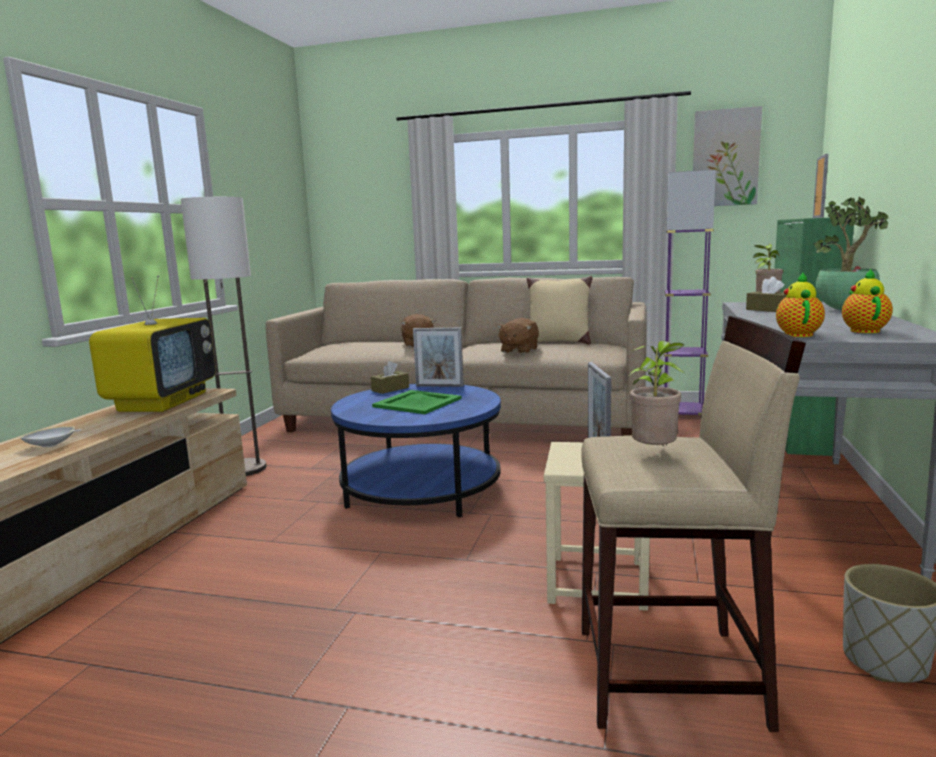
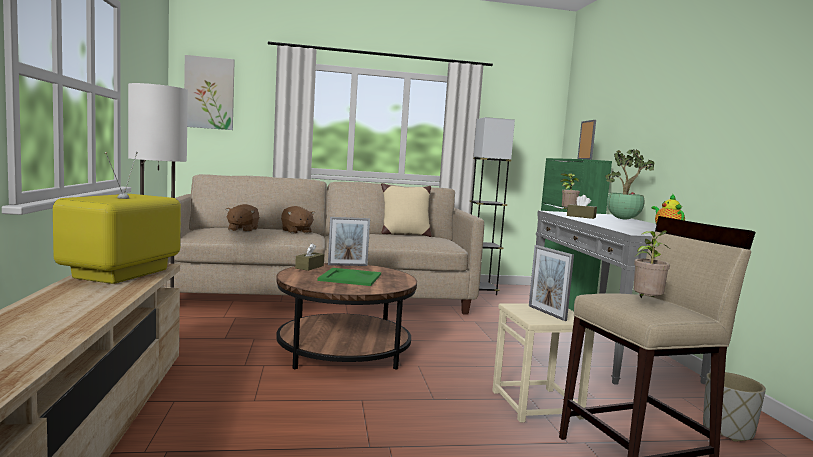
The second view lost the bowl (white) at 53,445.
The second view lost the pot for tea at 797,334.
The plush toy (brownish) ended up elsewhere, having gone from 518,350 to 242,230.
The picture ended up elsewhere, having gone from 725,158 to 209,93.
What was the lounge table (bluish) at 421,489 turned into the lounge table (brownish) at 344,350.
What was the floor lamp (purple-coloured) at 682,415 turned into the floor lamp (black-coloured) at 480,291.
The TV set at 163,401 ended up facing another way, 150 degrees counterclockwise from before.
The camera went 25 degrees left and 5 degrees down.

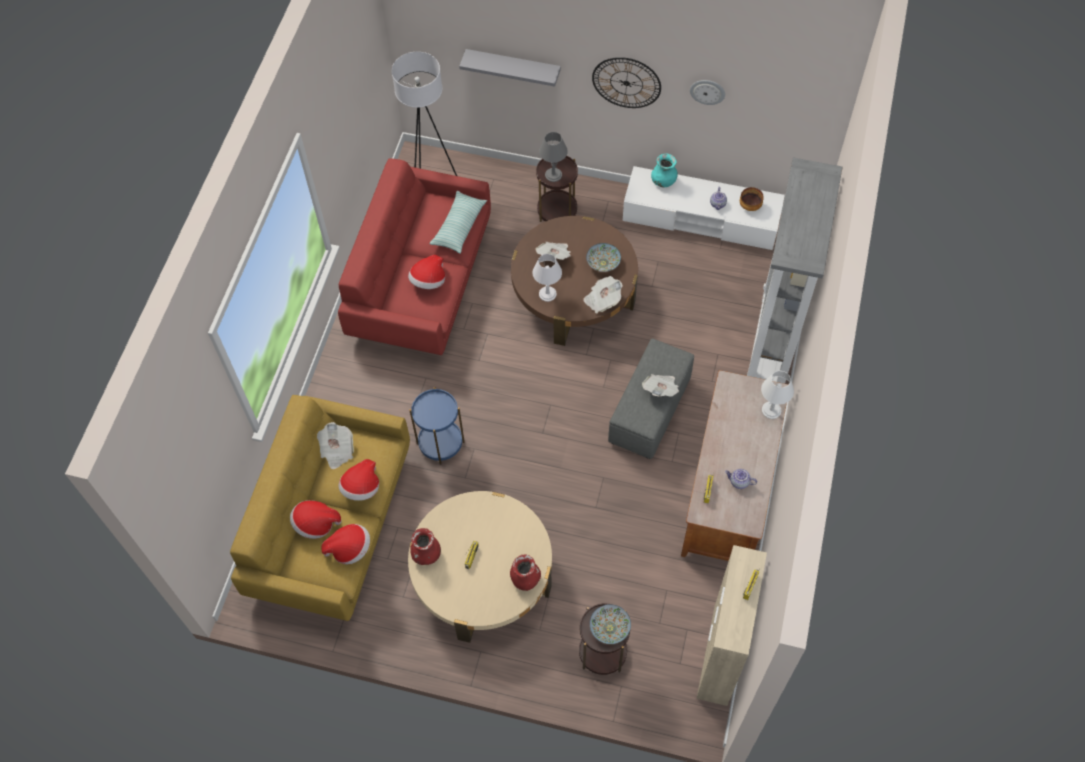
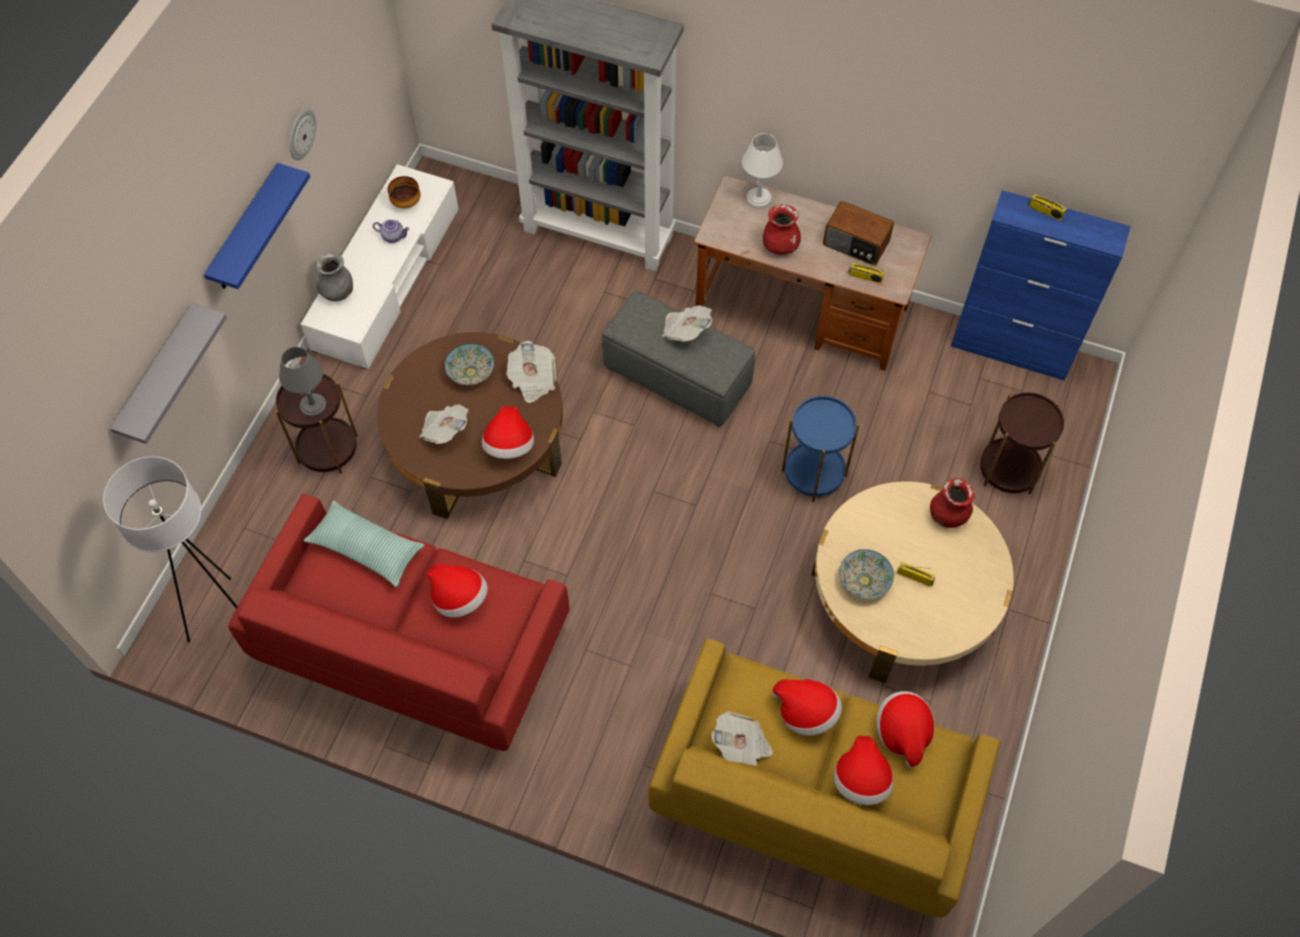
The end table (bluish) ended up elsewhere, having gone from 440,442 to 814,473.
The vase (red) ended up elsewhere, having gone from 426,554 to 780,246.
The bowl ended up elsewhere, having gone from 610,628 to 864,580.
Where the table lamp (white) stood at 547,294, the wearable hat came to stand at 509,445.
Where the hanging clock hung at 626,83, the wall shelf (bluish) came to hang at 246,230.
Where the pot for tea stood at 739,482, the radio set came to stand at 856,244.
What was the vase (turquoise-coloured) at 663,181 turned into the vase (gray) at 338,292.
What was the cupboard (beige) at 720,655 turned into the cupboard (bluish) at 1012,349.
The camera went 85 degrees left and 0 degrees up.

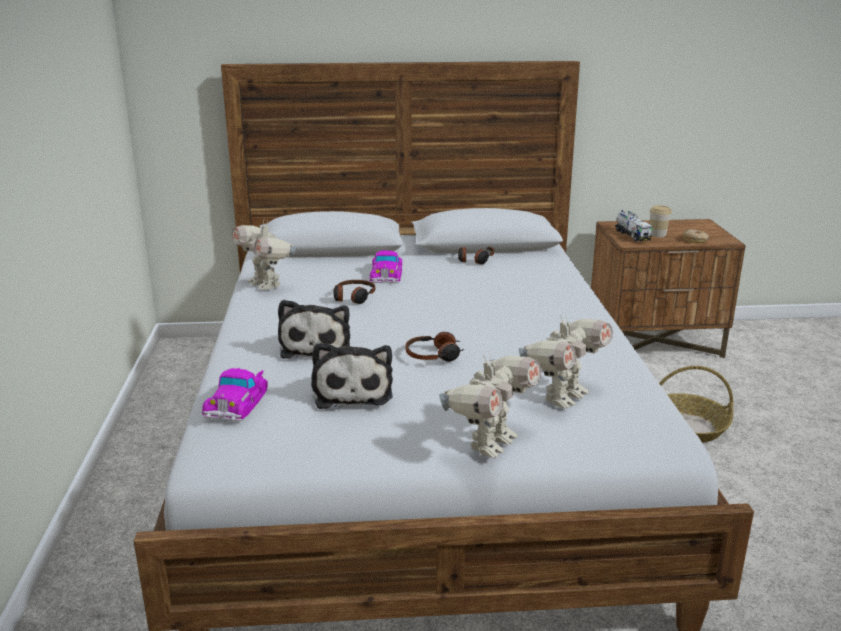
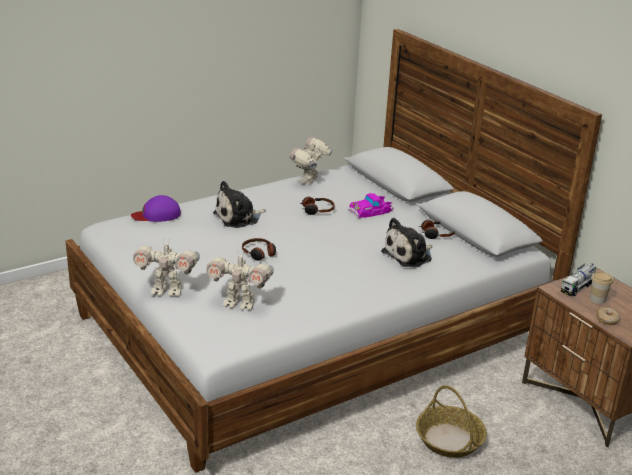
The plush toy ended up elsewhere, having gone from 352,391 to 409,255.
Where the toy car stood at 237,401, the peaked cap (purple-coloured) came to stand at 157,215.
The camera went 60 degrees right and 5 degrees up.

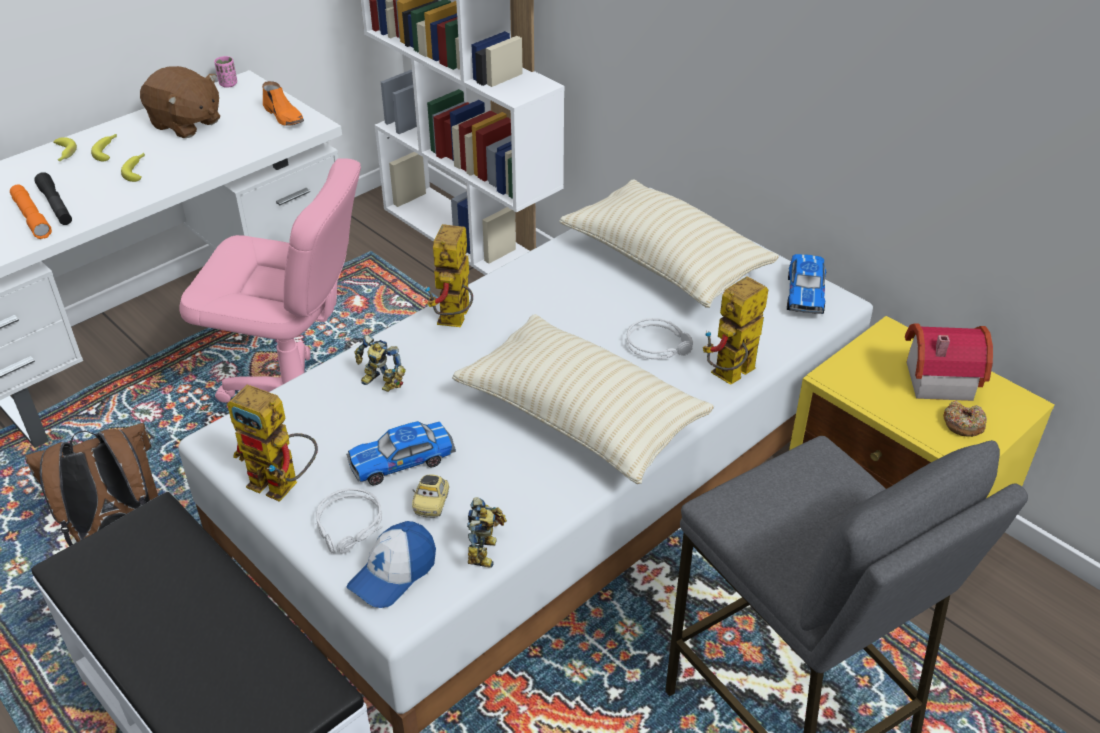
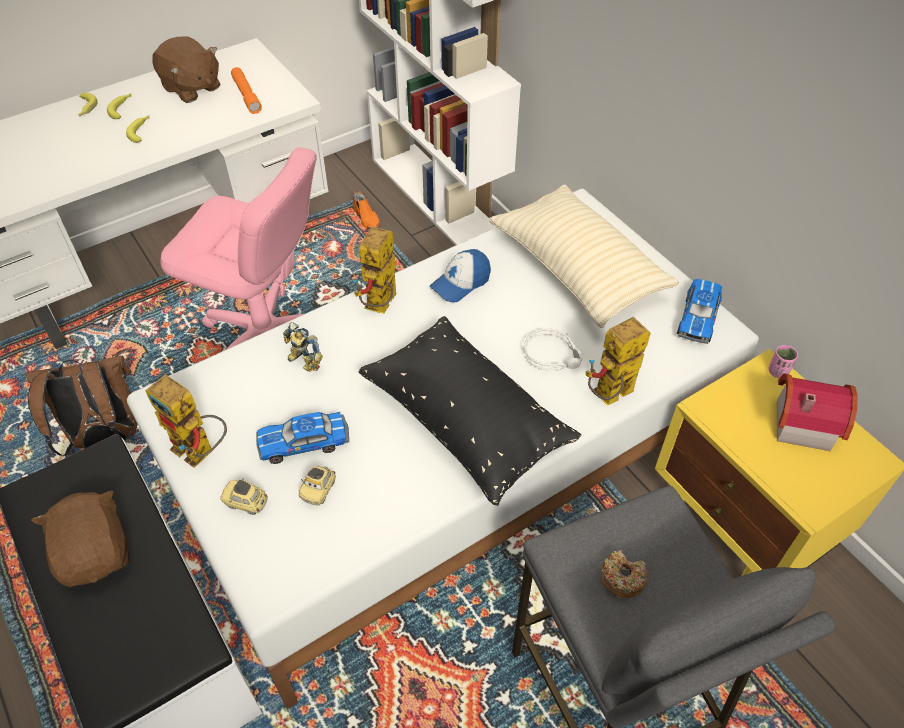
The second view lost the torch (black-coloured) at 56,206.
The second view lost the robot figure at 486,551.
The second view gained the plush toy (brownish) at 96,553.
The torch (orangey) ended up elsewhere, having gone from 32,218 to 246,95.
The drinking cup (pinkish) ended up elsewhere, having gone from 228,84 to 778,371.
The item of footwear (orangey) ended up elsewhere, having gone from 284,116 to 367,218.
The peaked cap ended up elsewhere, having gone from 393,573 to 460,283.
The donut ended up elsewhere, having gone from 963,424 to 622,578.
Where the pair of headphones (gray) stood at 350,527, the toy car came to stand at 246,502.
What was the cushion (beige) at 580,418 turned into the cushion (black-coloured) at 466,421.
The camera went 10 degrees right and 10 degrees up.

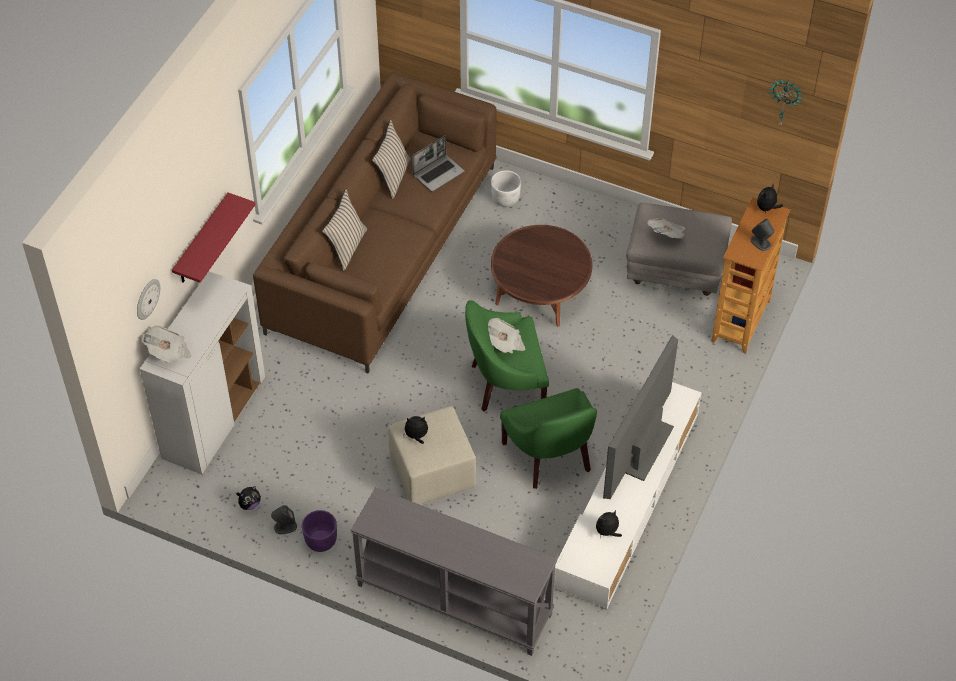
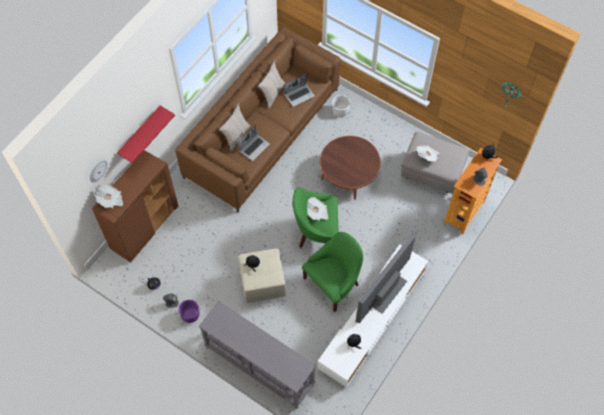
The second view gained the laptop at 254,147.
What was the cupboard (white) at 214,418 turned into the cupboard (brownish) at 144,227.
The armchair (green-coloured) at 551,456 ended up facing another way, 120 degrees counterclockwise from before.
The camera went 10 degrees right and 10 degrees up.

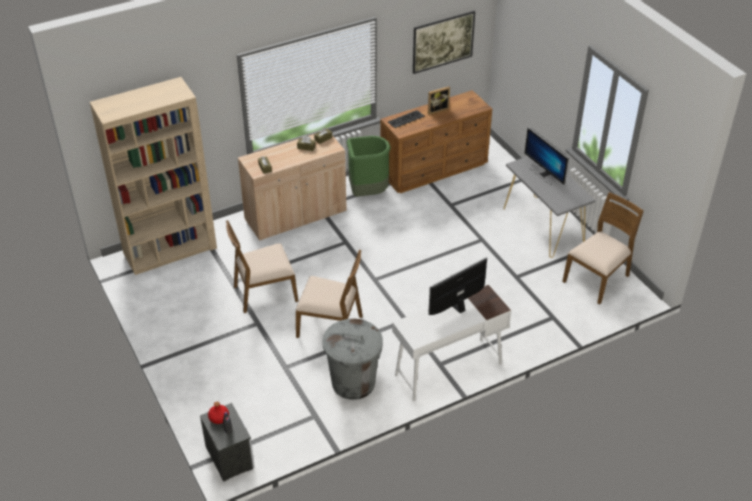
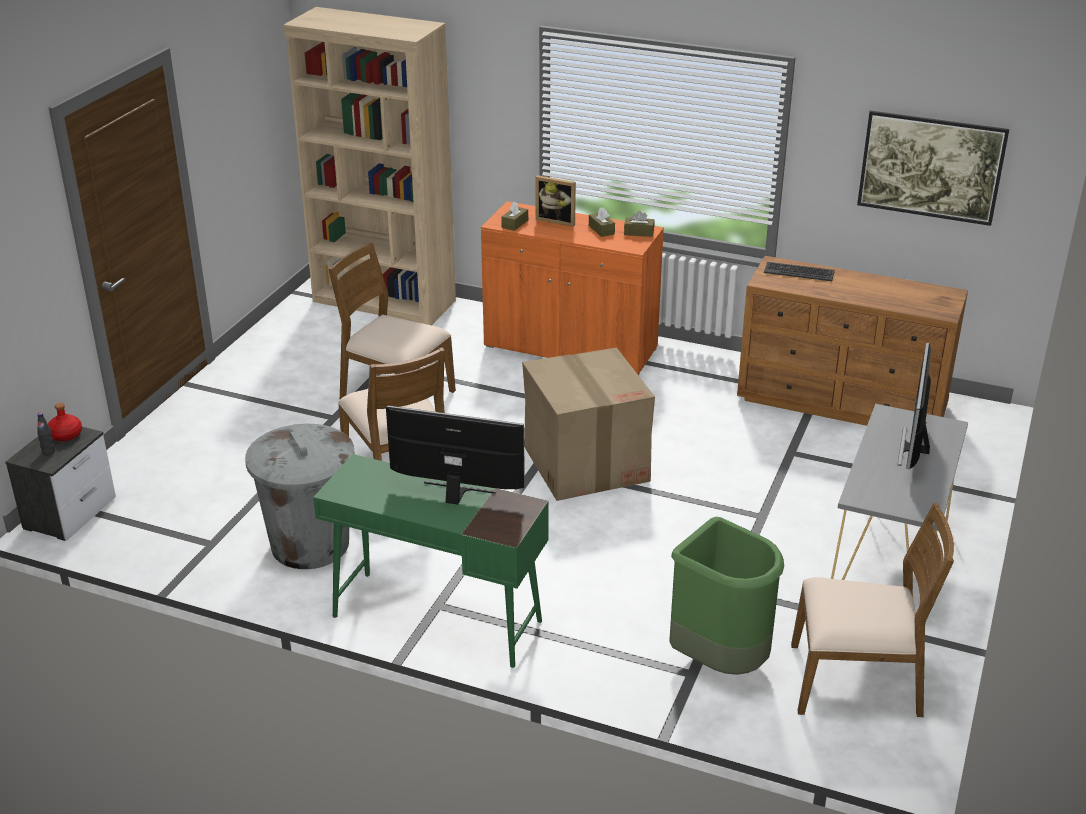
The second view gained the carton at 585,463.
The waste bin (green-coloured) ended up elsewhere, having gone from 367,192 to 720,660.
The standing frame ended up elsewhere, having gone from 437,109 to 557,220.
What was the cupboard (beige) at 296,216 turned into the cupboard (orangey) at 570,348.
What was the desk unit (white) at 448,369 turned into the desk unit (green-coloured) at 436,618.
The camera went 50 degrees right and 10 degrees down.

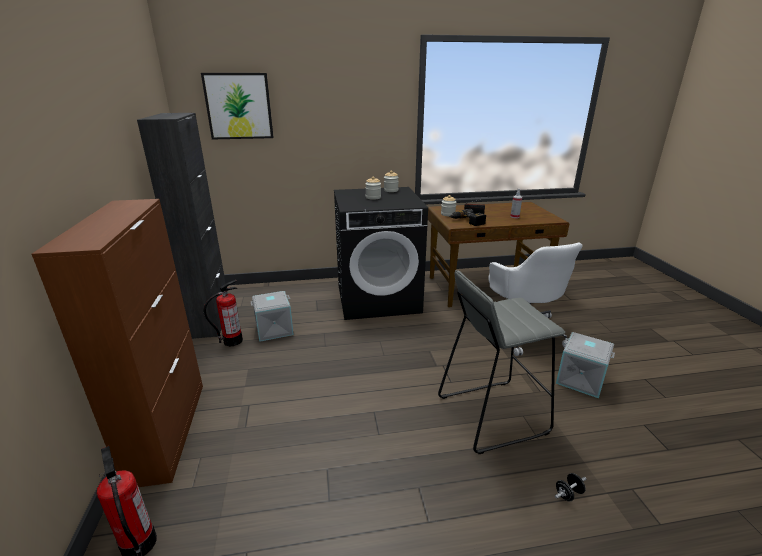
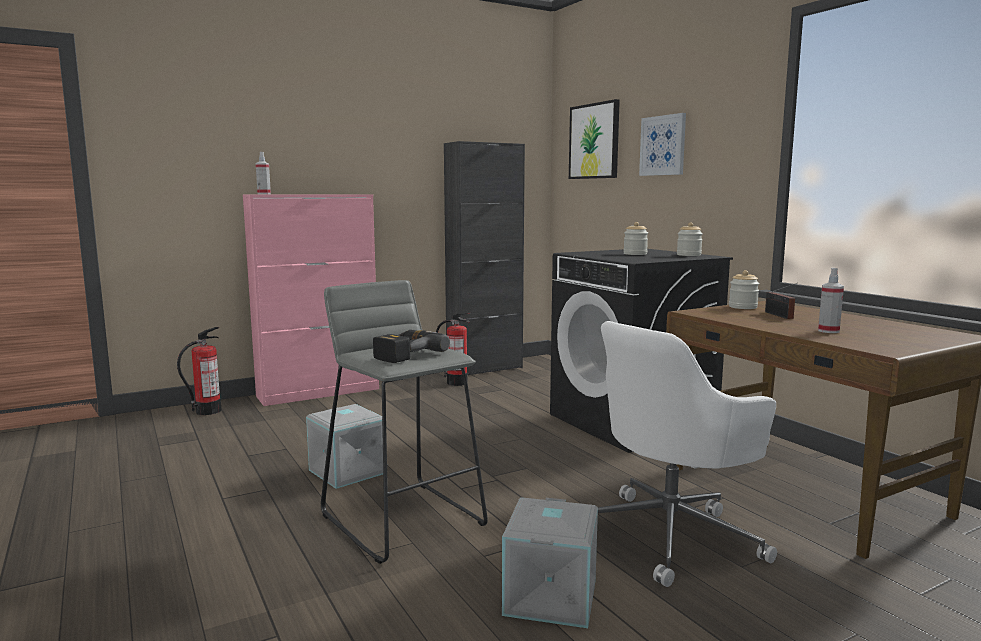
The second view lost the dumbbell (black-coloured) at 568,493.
The second view gained the sprayer at 264,194.
The second view gained the picture at 663,145.
The storage bin (gray) ended up elsewhere, having gone from 274,330 to 346,472.
The drill ended up elsewhere, having gone from 467,222 to 404,354.
What was the cupboard (brownish) at 169,430 turned into the cupboard (pinkish) at 319,392.
The camera went 70 degrees right and 15 degrees down.

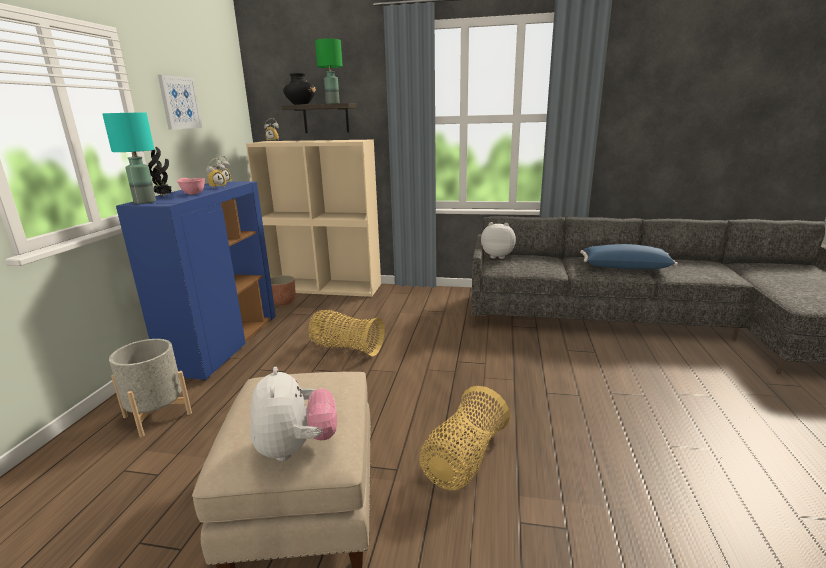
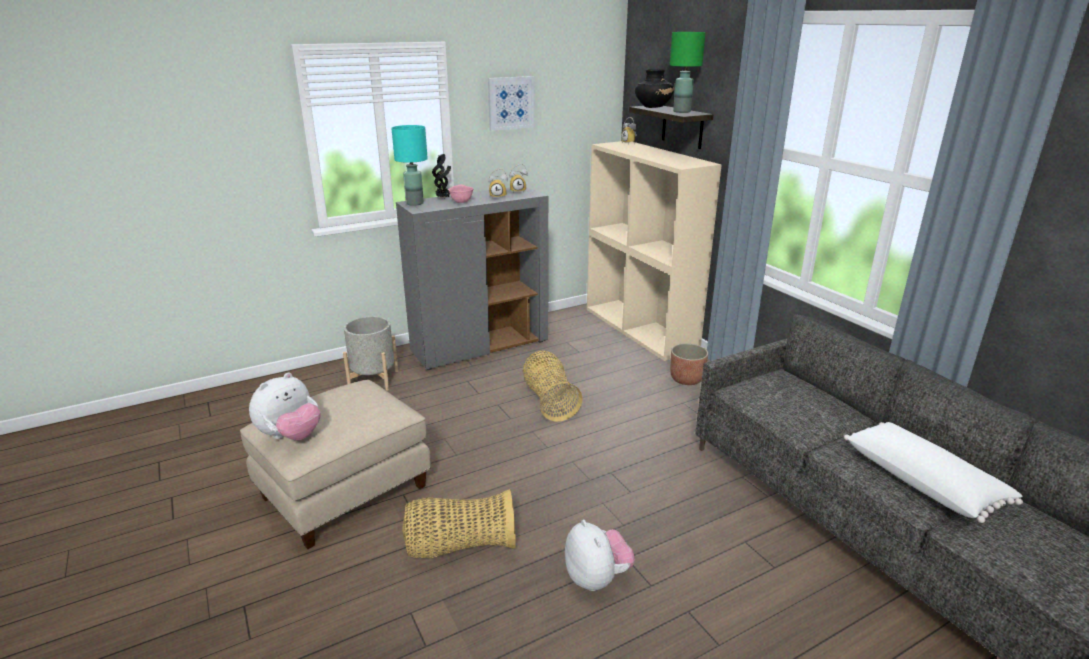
The flower pot ended up elsewhere, having gone from 283,302 to 686,379.
The plush toy ended up elsewhere, having gone from 497,256 to 597,578.
What was the cupboard (bluish) at 224,345 turned into the cupboard (gray) at 480,347.
What was the cushion (bluish) at 625,267 turned into the cushion (white) at 923,481.
The camera went 50 degrees right and 5 degrees up.

